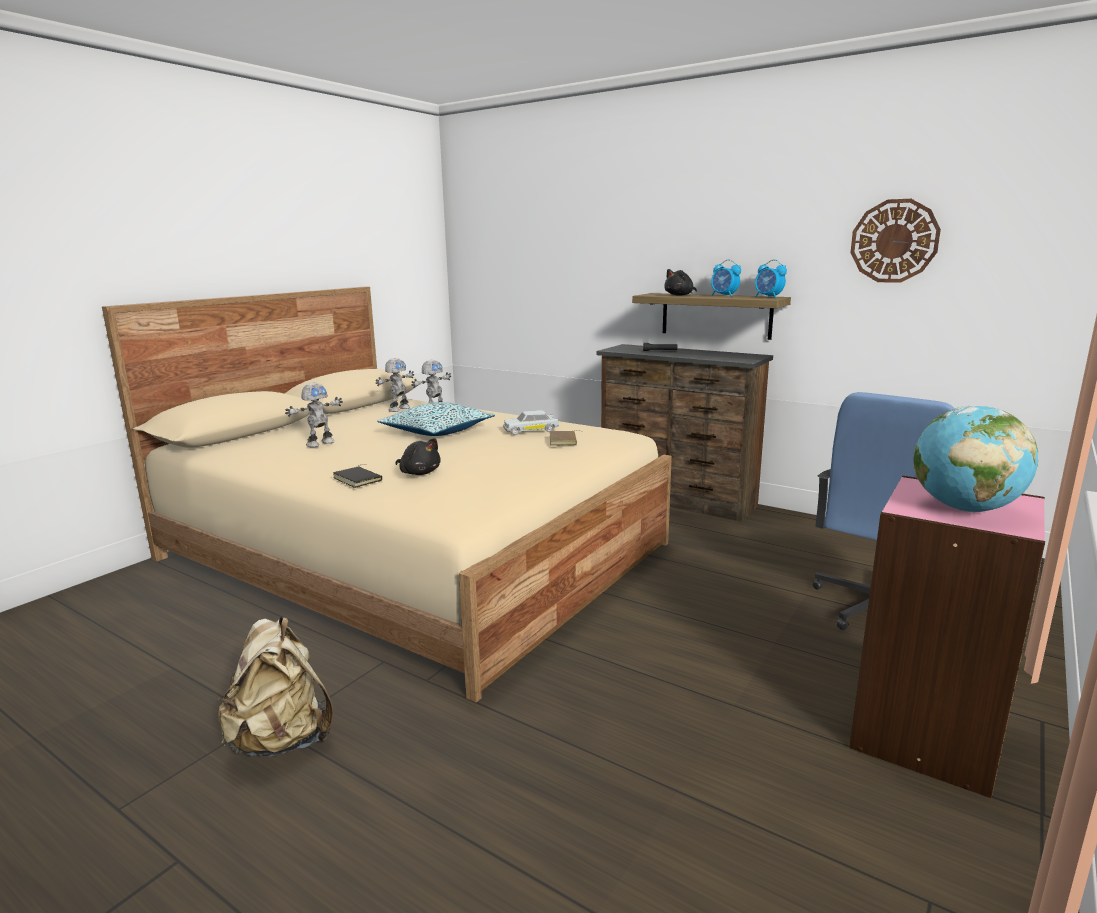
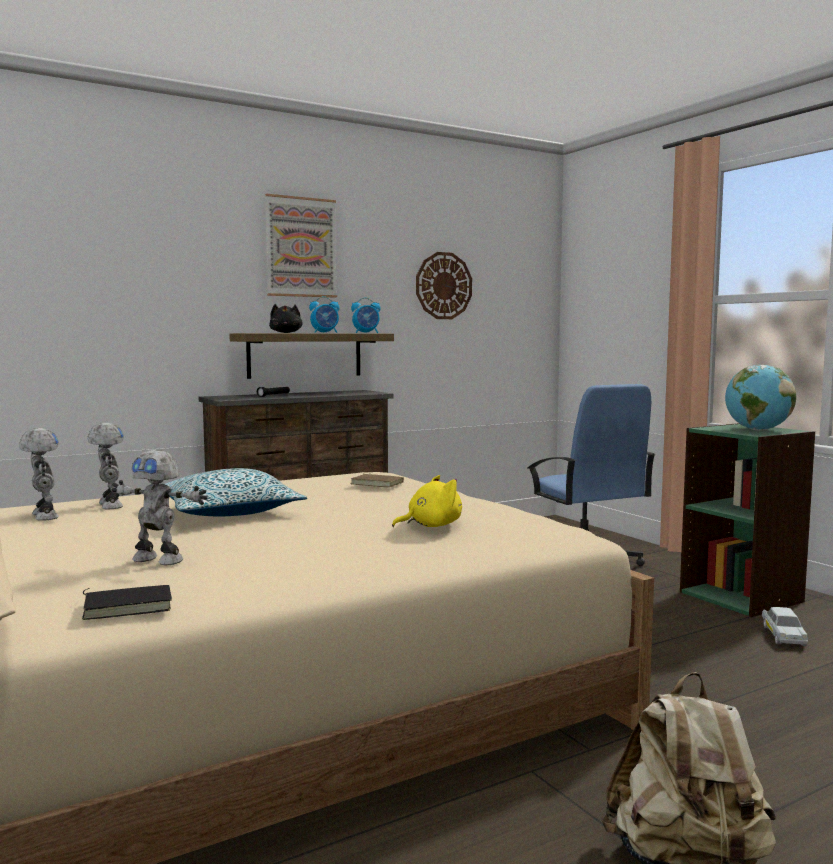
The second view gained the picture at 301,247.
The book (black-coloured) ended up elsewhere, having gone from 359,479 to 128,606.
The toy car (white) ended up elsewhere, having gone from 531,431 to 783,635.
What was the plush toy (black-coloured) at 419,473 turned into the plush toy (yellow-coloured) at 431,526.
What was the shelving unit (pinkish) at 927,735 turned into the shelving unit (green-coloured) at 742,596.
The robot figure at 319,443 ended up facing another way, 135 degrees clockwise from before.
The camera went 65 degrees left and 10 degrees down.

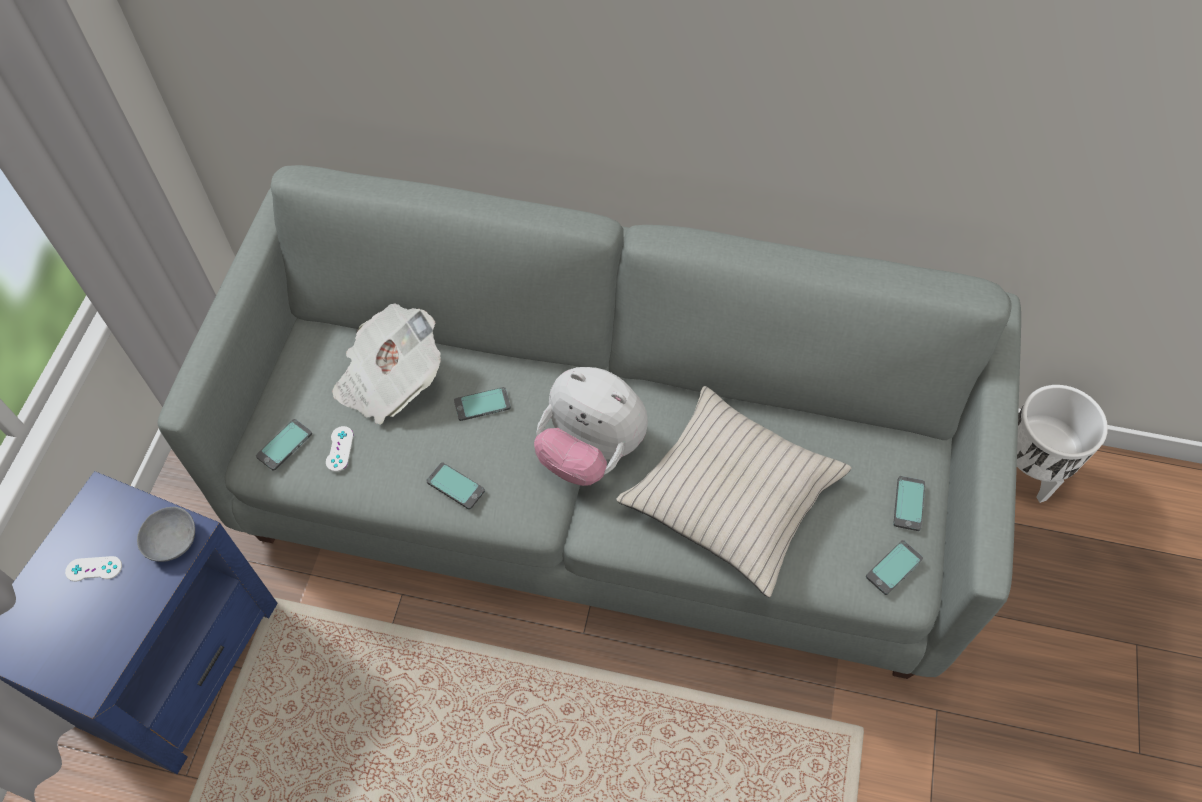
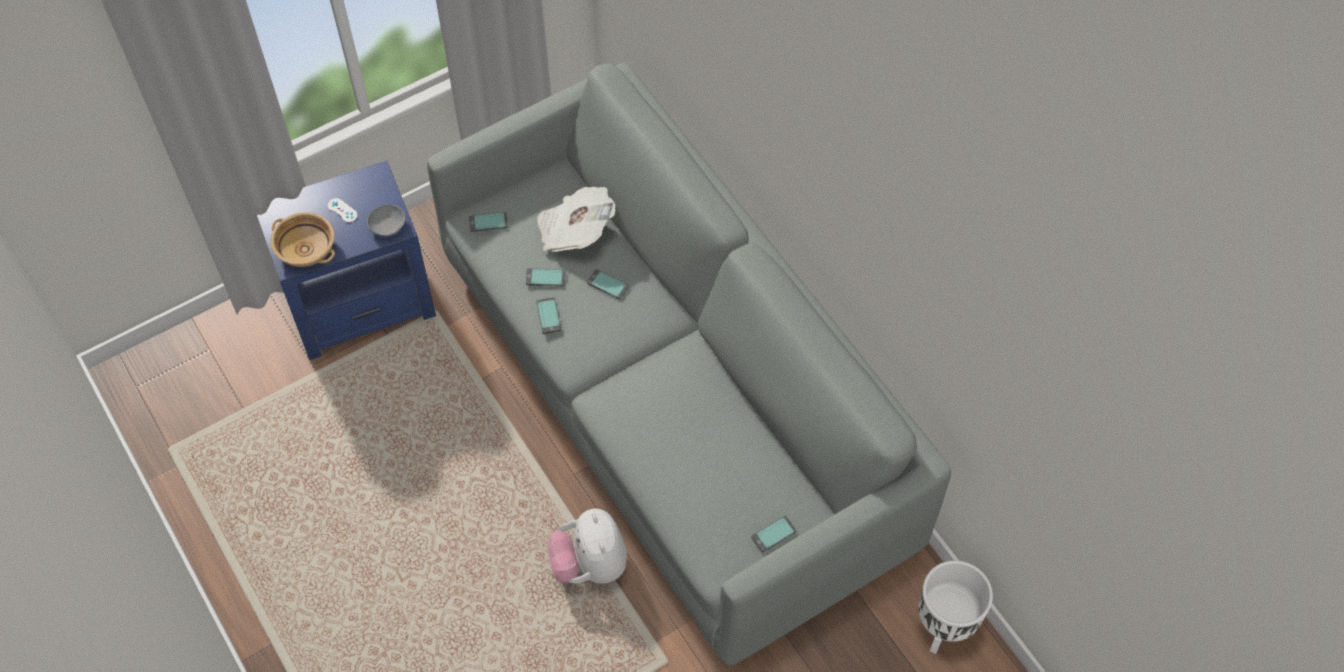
The second view lost the joypad (white) at 339,449.
The second view lost the cushion (beige) at 732,496.
The second view gained the bowl (beige) at 306,249.
The plush toy ended up elsewhere, having gone from 590,450 to 590,564.
The telephone ended up elsewhere, having gone from 894,568 to 545,278.
The camera went 45 degrees right and 0 degrees up.

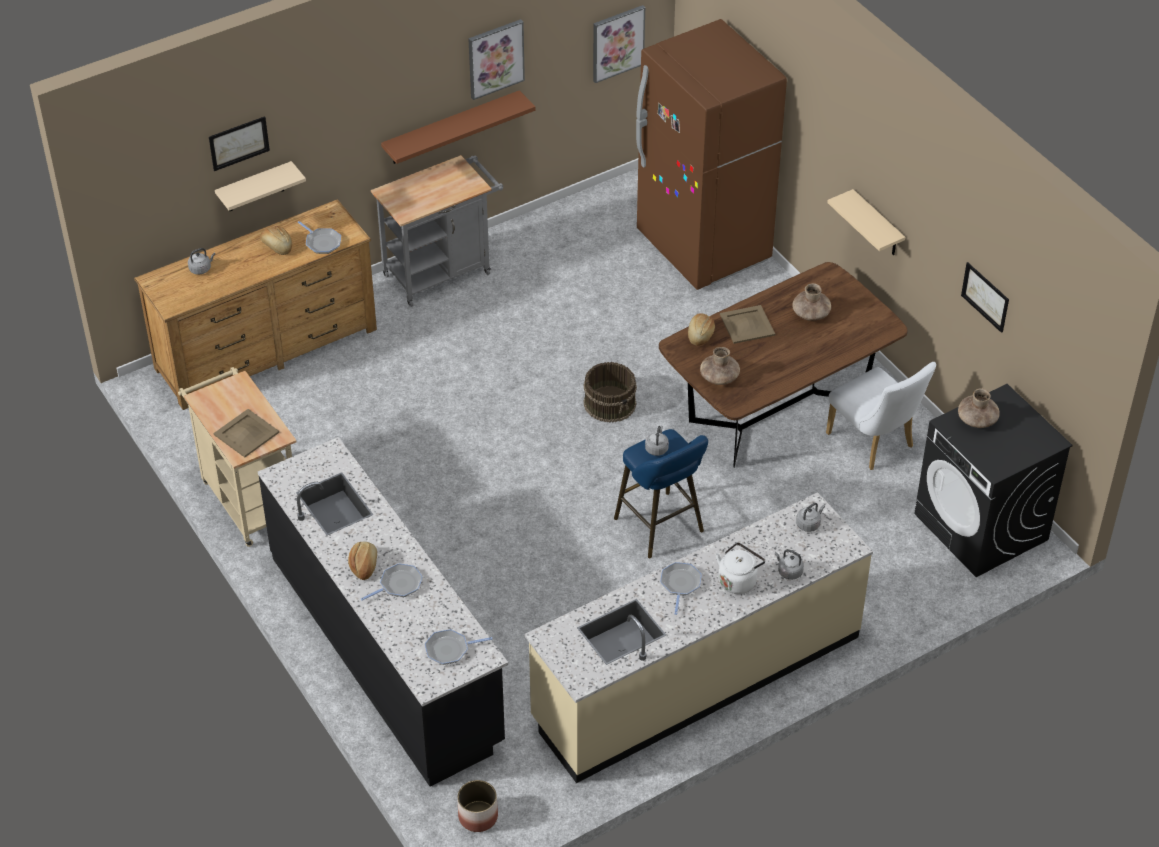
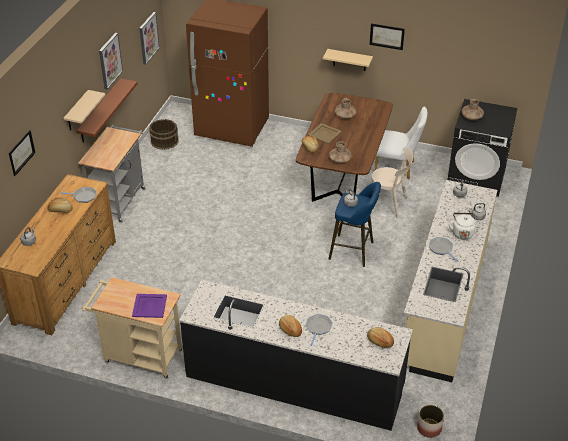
The second view gained the plain chair (beige) at 388,205.
The wall shelf (beige) ended up elsewhere, having gone from 255,187 to 77,111.
The bucket (brownish) ended up elsewhere, having gone from 610,403 to 164,141.
The picture ended up elsewhere, having gone from 985,297 to 387,36.
Where the frying pan stood at 449,649, the baked bread came to stand at 380,341.
What was the serving tray (beige) at 247,433 turned into the serving tray (purple-coloured) at 150,305.
The camera went 40 degrees left and 5 degrees down.

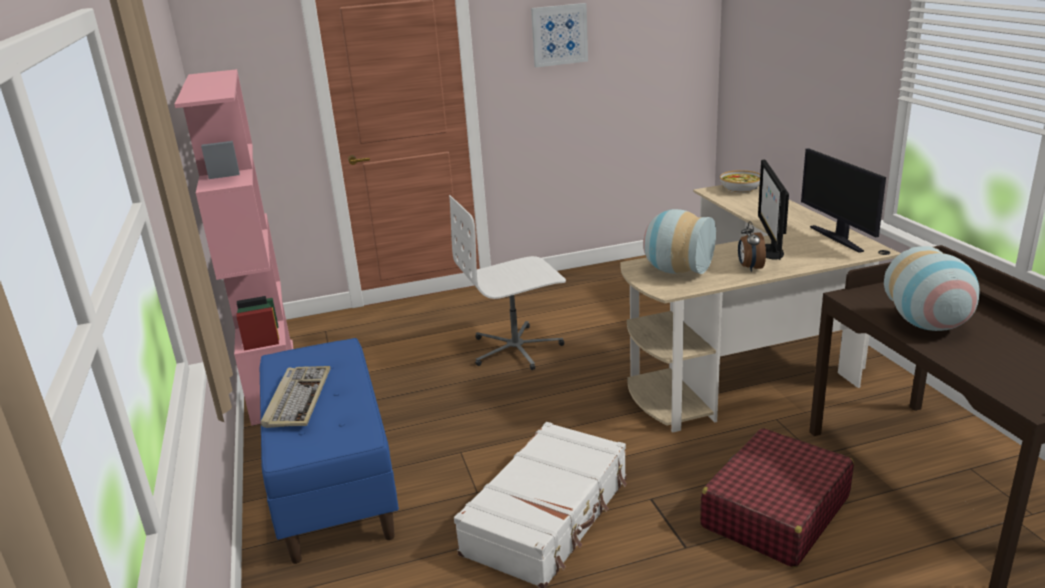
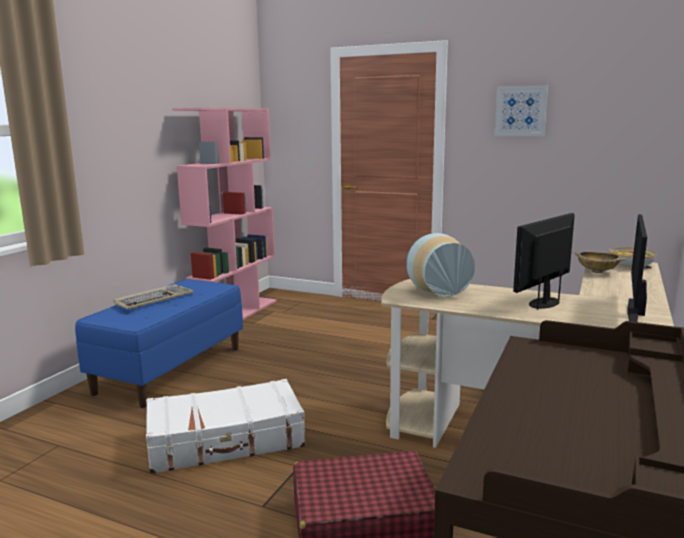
The second view lost the computer chair (white) at 516,349.
The second view lost the table clock at 749,268.
The second view lost the vase at 928,325.
The second view gained the bowl (beige) at 597,271.
The camera went 40 degrees right and 10 degrees down.

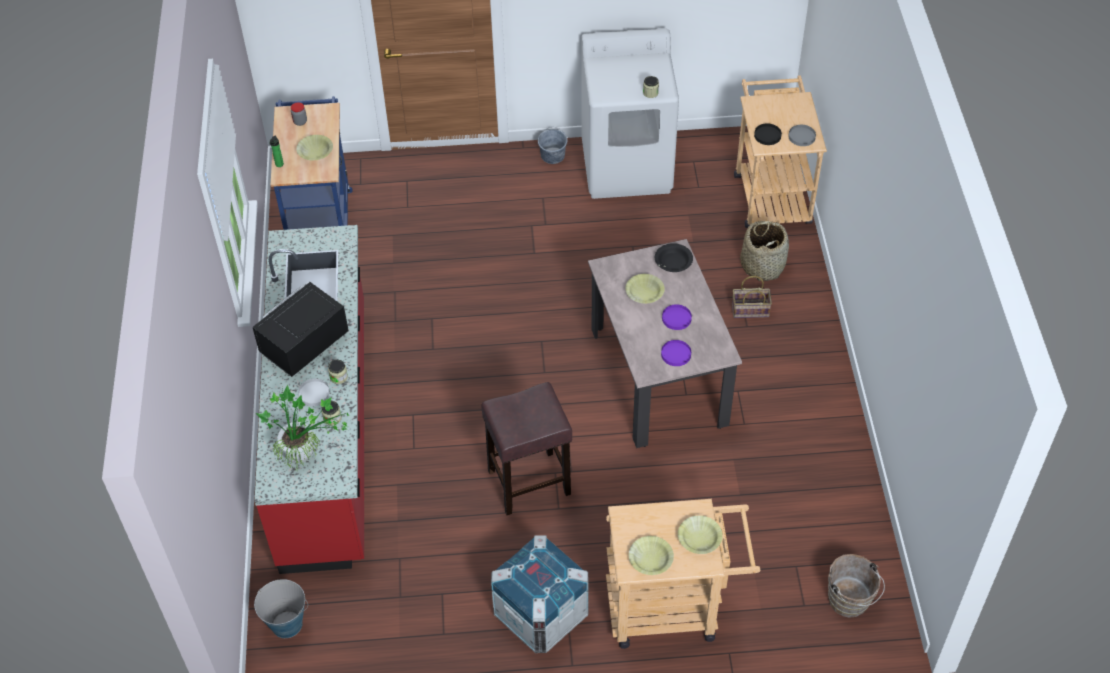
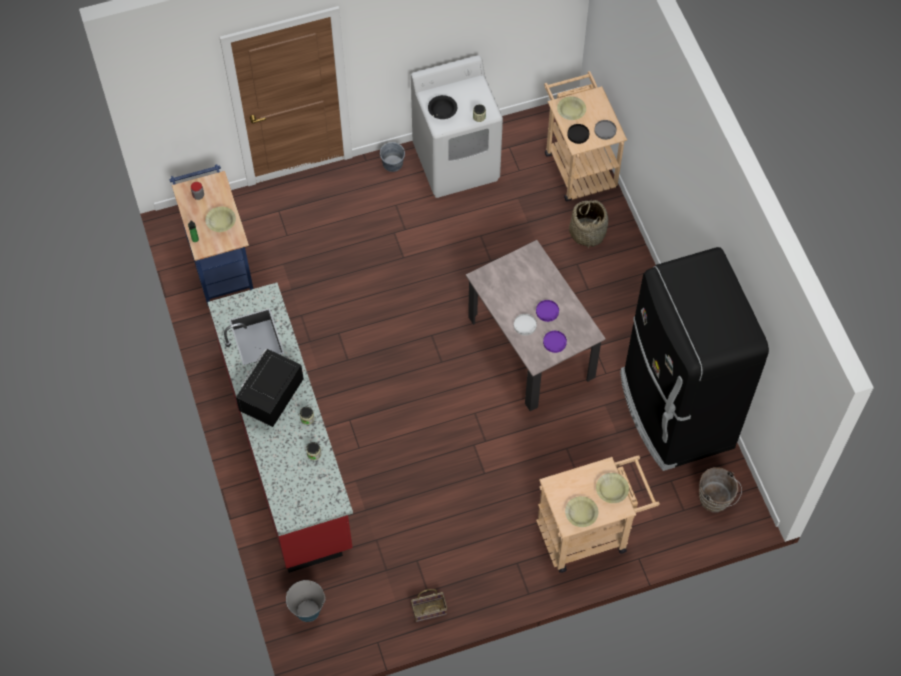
The second view lost the potted plant at 306,452.
The second view lost the sitting stool (brownish) at 530,482.
The second view lost the packing crate at 541,613.
The second view gained the fridge (black-coloured) at 674,412.
The dinner plate (white) ended up elsewhere, having gone from 314,393 to 525,325.
The bowl (yellow-coloured) ended up elsewhere, having gone from 644,293 to 571,111.
The bowl (black-coloured) ended up elsewhere, having gone from 673,262 to 442,110.
The household basket ended up elsewhere, having gone from 749,311 to 428,611.
The camera went 15 degrees left and 10 degrees up.

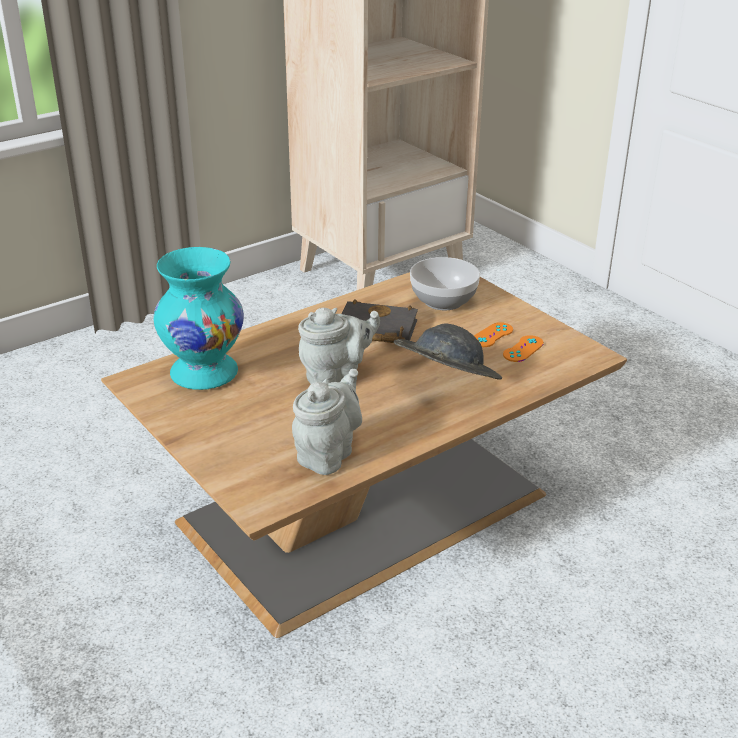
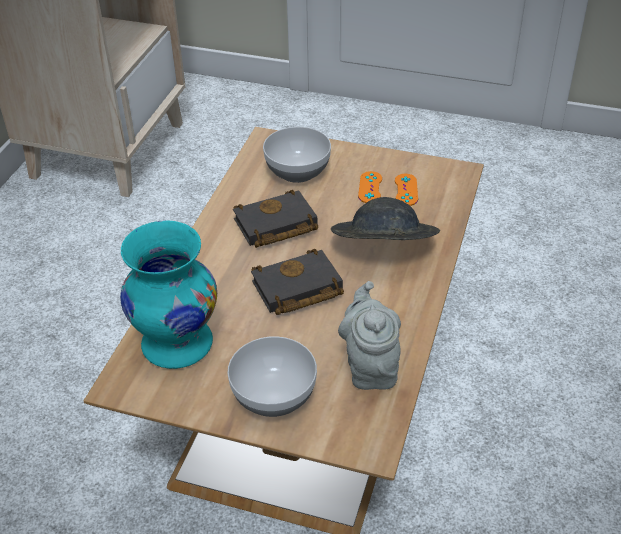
The second view gained the bowl at 274,396.
Where the pot for tea (gray) stood at 336,378, the book (black-coloured) came to stand at 296,290.
The camera went 35 degrees left and 10 degrees up.

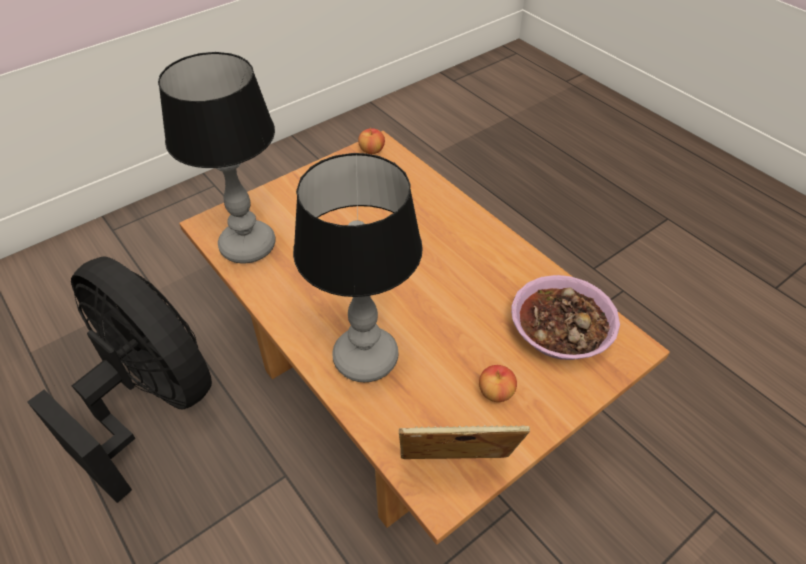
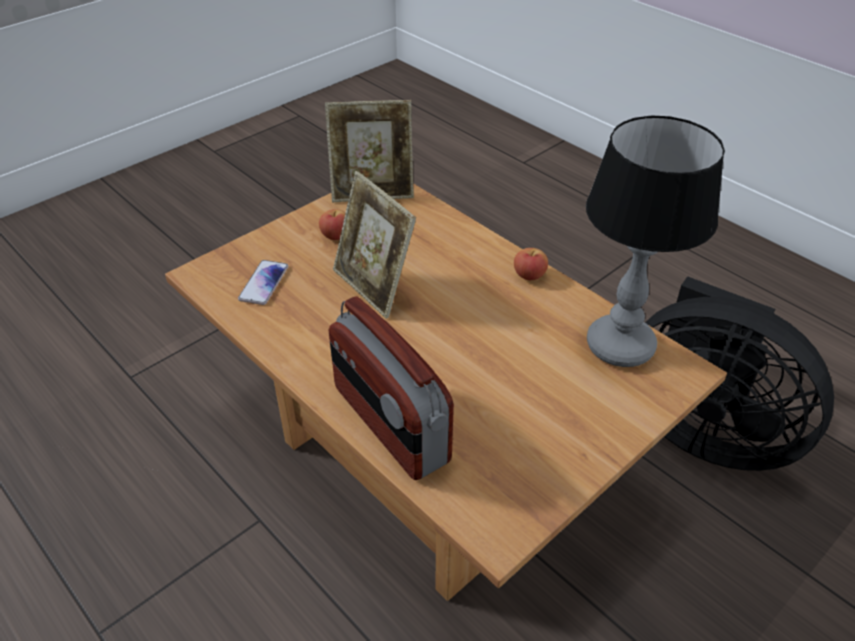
The second view lost the table lamp at 364,357.
The second view gained the radio set at 389,424.
The second view gained the standing frame at 374,287.
The apple fruit ended up elsewhere, having gone from 372,150 to 529,275.
Where the bowl stood at 561,330, the telephone came to stand at 263,283.
The camera went 175 degrees right and 5 degrees down.

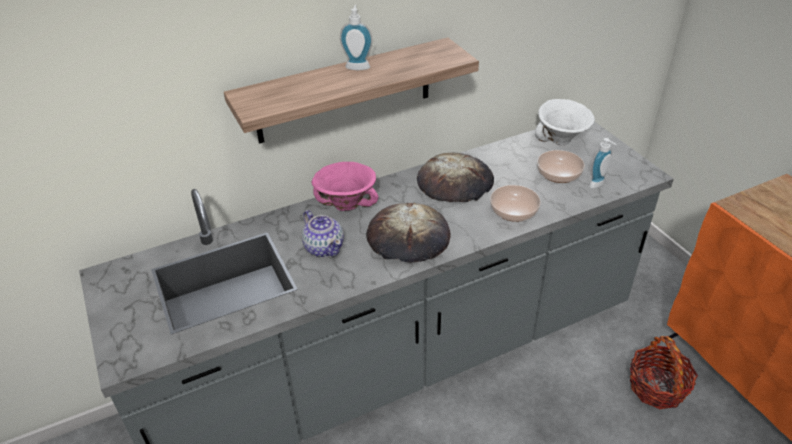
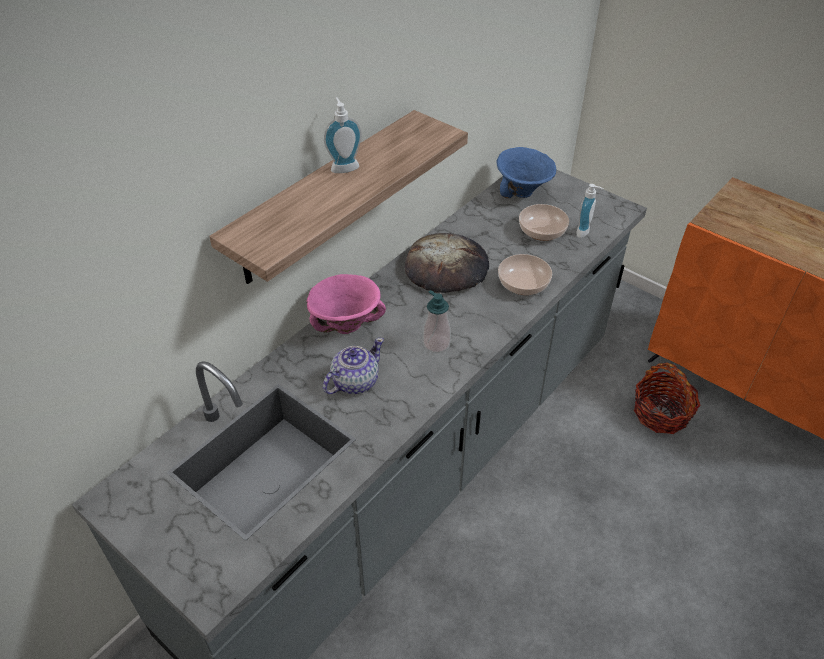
Where the baked bread stood at 408,238, the soap dispenser came to stand at 436,344.
What was the bowl (white) at 562,140 turned into the bowl (bluish) at 524,192.
The pot for tea at 324,247 ended up facing another way, 75 degrees counterclockwise from before.
The camera went 25 degrees left and 5 degrees up.

